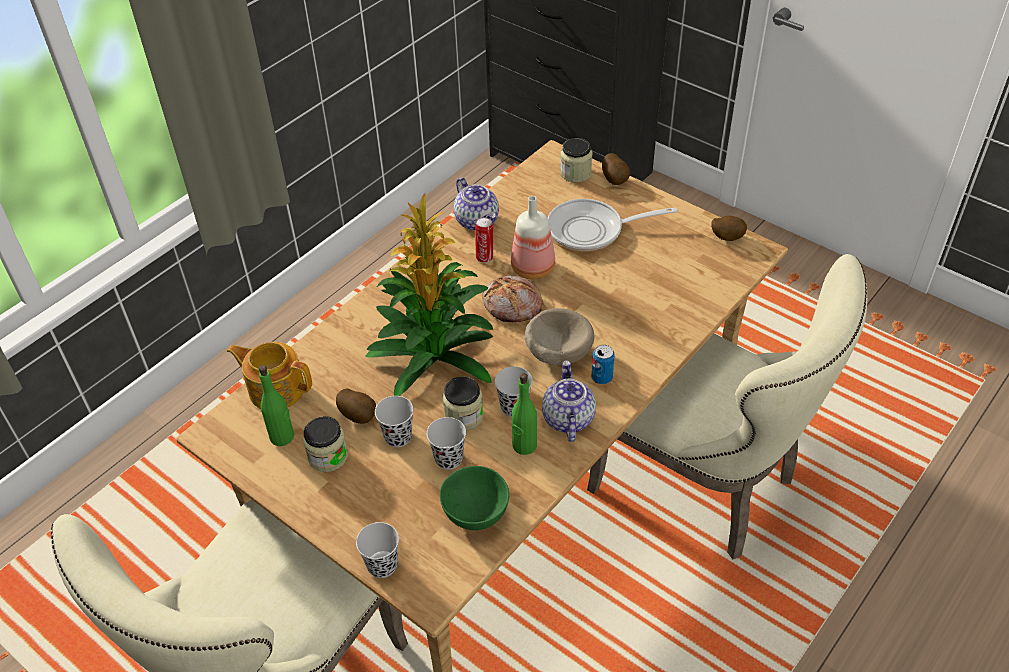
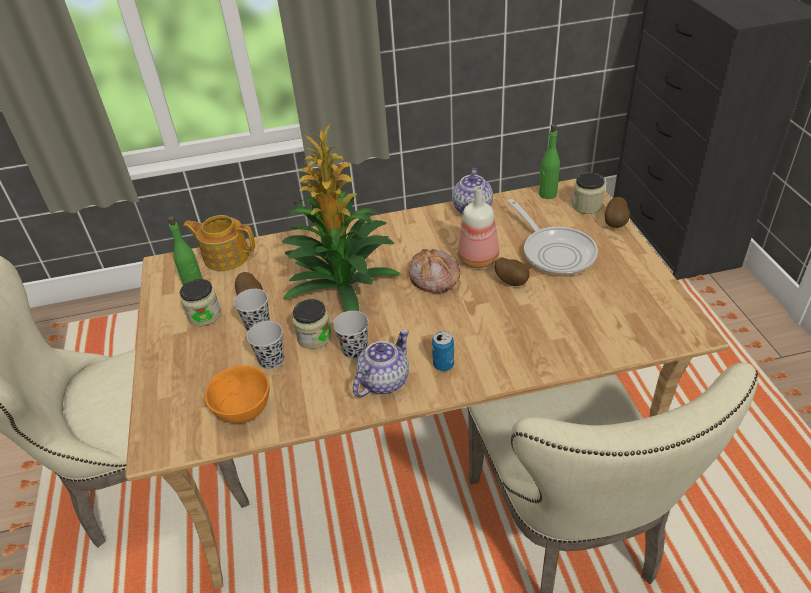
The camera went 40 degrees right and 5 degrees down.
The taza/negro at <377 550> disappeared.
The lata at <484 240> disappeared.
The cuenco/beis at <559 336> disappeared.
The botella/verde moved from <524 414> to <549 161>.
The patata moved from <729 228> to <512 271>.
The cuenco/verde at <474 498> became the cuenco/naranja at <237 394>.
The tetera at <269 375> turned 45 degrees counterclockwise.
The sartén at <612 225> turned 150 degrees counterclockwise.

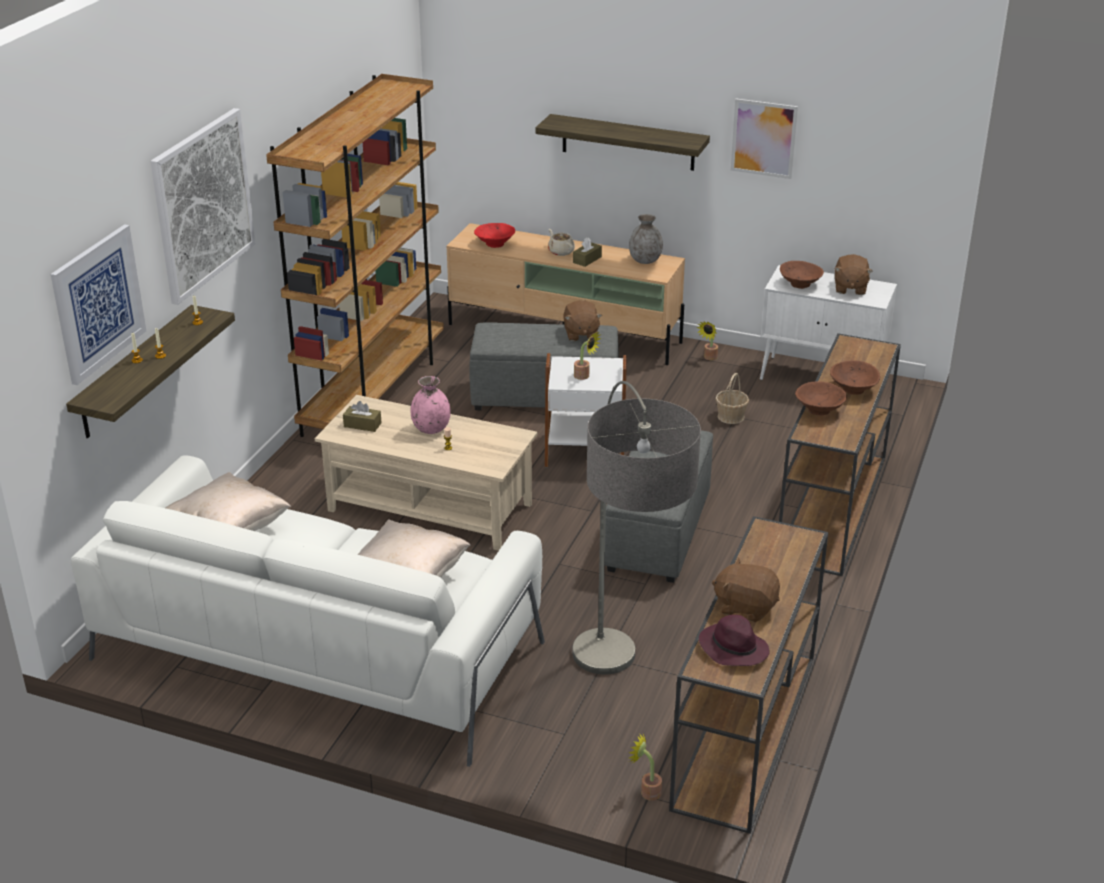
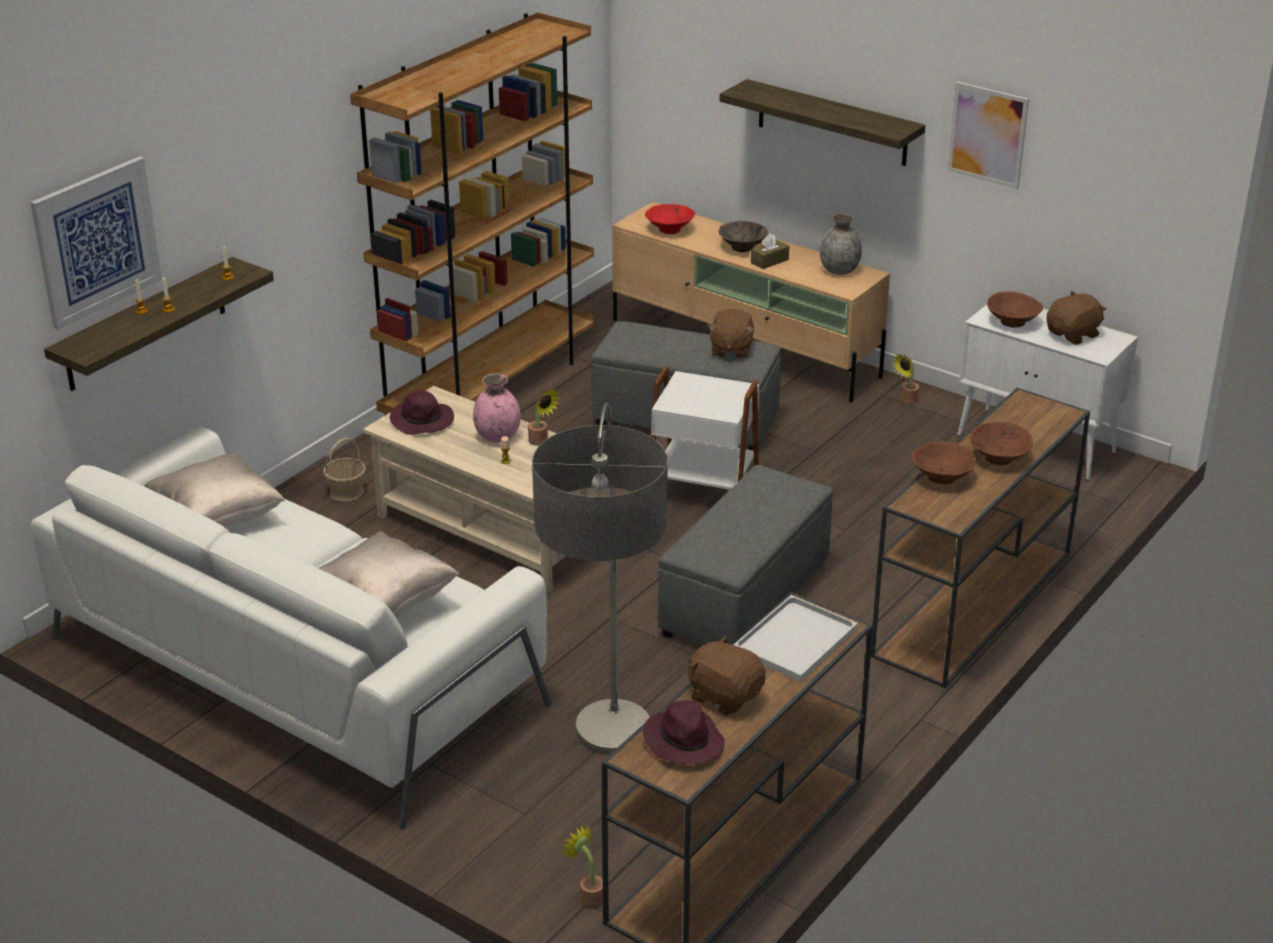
The camera went 15 degrees right and 0 degrees up.
The cuadro at <202 206> disappeared.
The bandeja/blanco at <796 638> appeared.
The planta en maceta moved from <588 356> to <544 417>.
The cesta moved from <732 398> to <344 470>.
The caja de pañuelos/marrón at <362 416> was replaced by the sombrero/morado at <422 412>.
The tetera/beis at <561 242> was replaced by the cuenco/marrón at <743 236>.
The peluche/marrón at <853 274> turned 150 degrees counterclockwise.

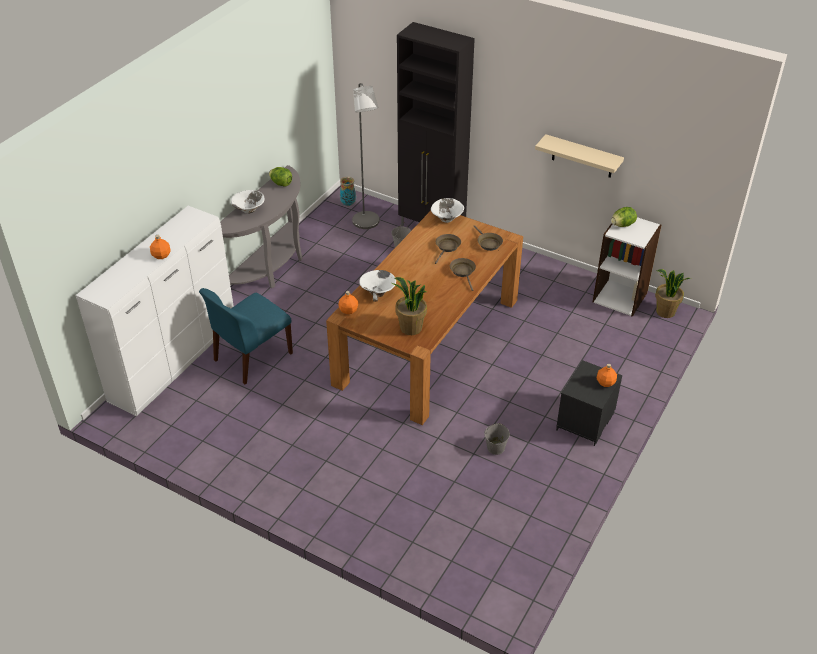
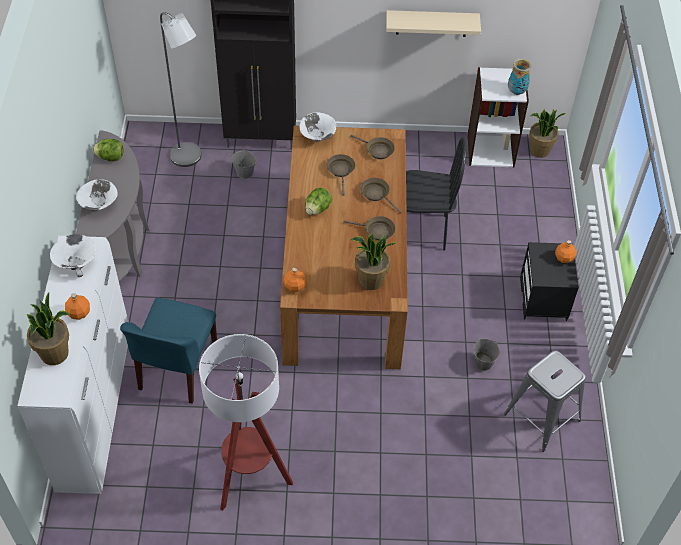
The camera went 30 degrees left and 10 degrees up.
The planta en maceta at <48 329> appeared.
The lámpara de pie at <246 422> appeared.
The sartén/marrón at <369 228> appeared.
The silla/negro at <436 194> appeared.
The taburete/gris at <545 401> appeared.
The florero moved from <348 191> to <519 76>.
The cuenco/blanco moved from <377 286> to <73 255>.
The lechuga moved from <624 217> to <318 201>.

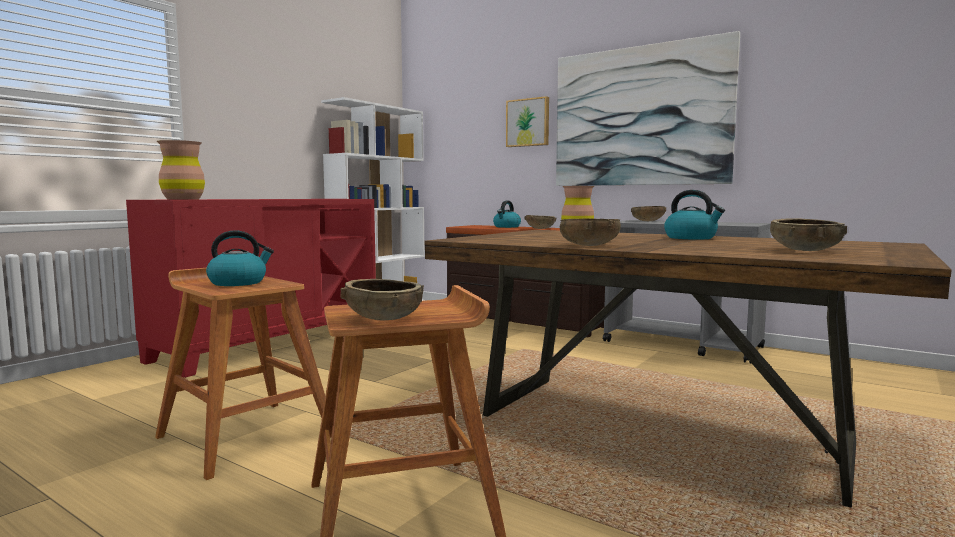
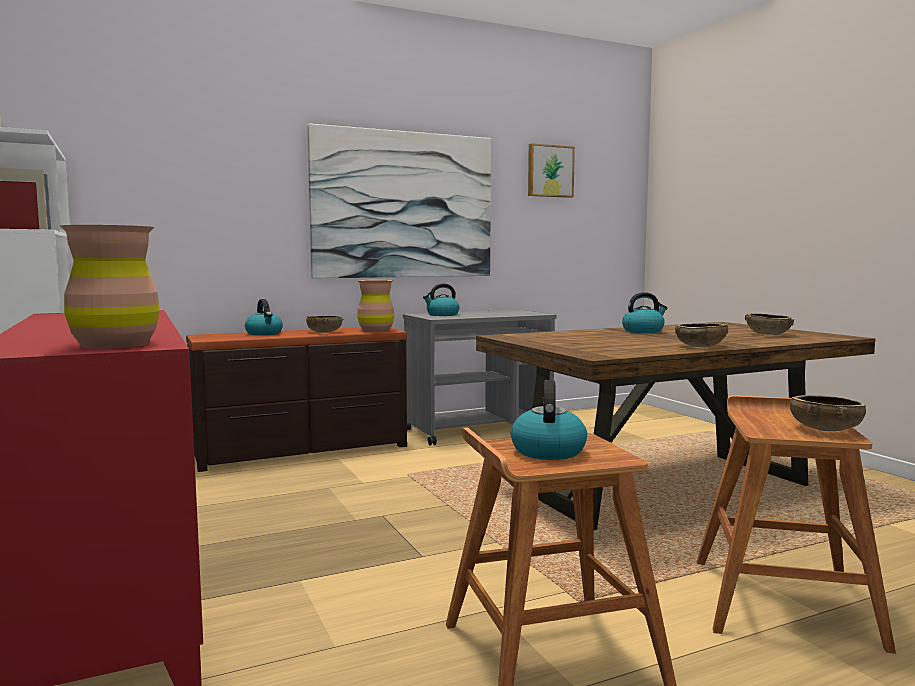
The camera went 60 degrees left and 0 degrees up.
The cuadro moved from <527 121> to <551 170>.
The cuenco/marrón at <648 213> was replaced by the hervidor at <441 299>.

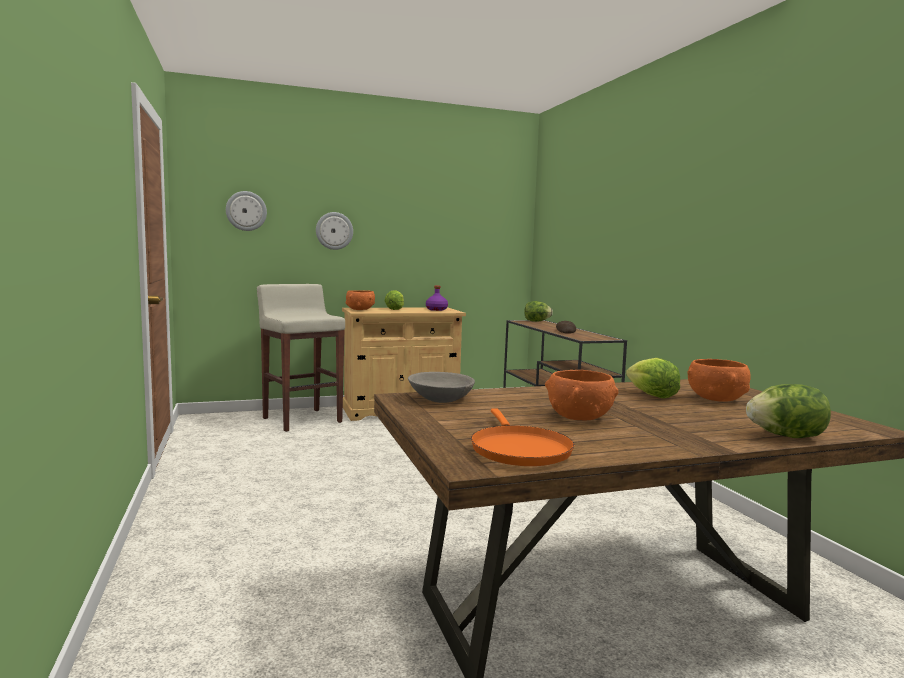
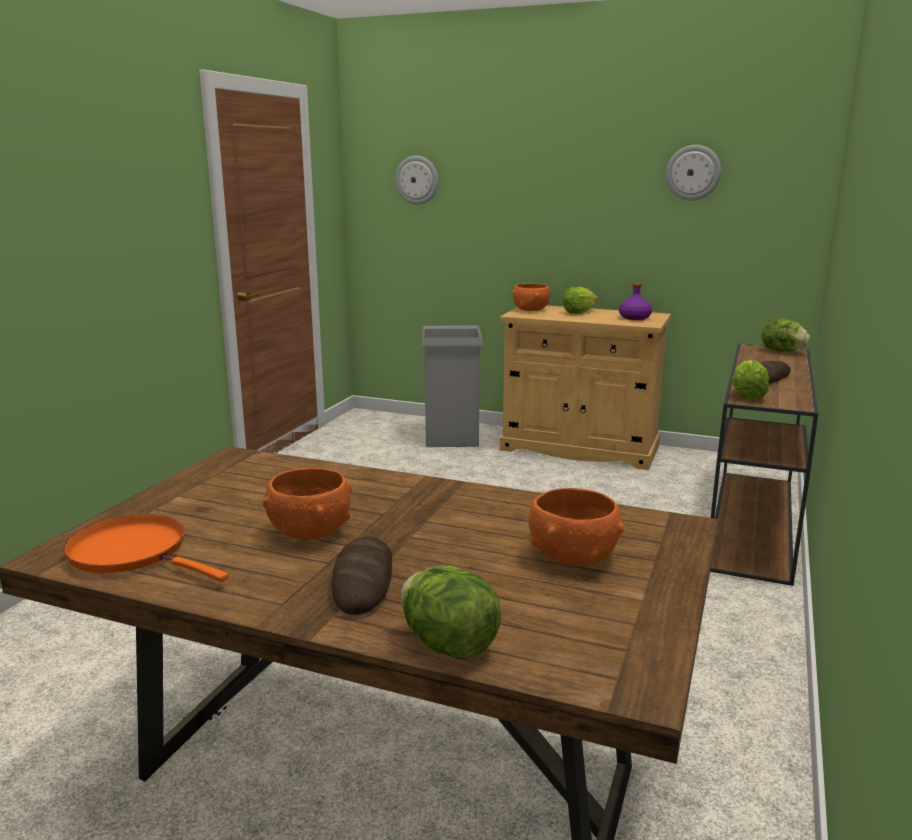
The camera went 40 degrees right and 10 degrees up.
The cuenco/gris at <441 387> disappeared.
The pan at <361 575> appeared.
The reloj de pared moved from <334 231> to <693 173>.
The lechuga moved from <653 378> to <750 380>.
The taburete/beis at <301 358> was replaced by the papelera/gris at <452 386>.
The sartén/naranja at <522 437> turned 90 degrees clockwise.

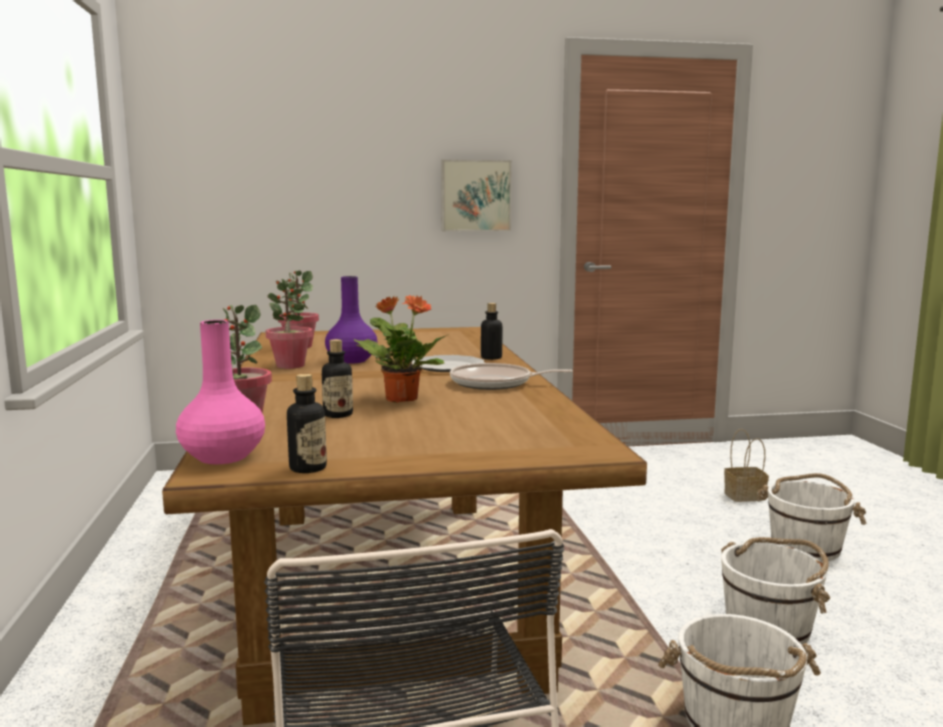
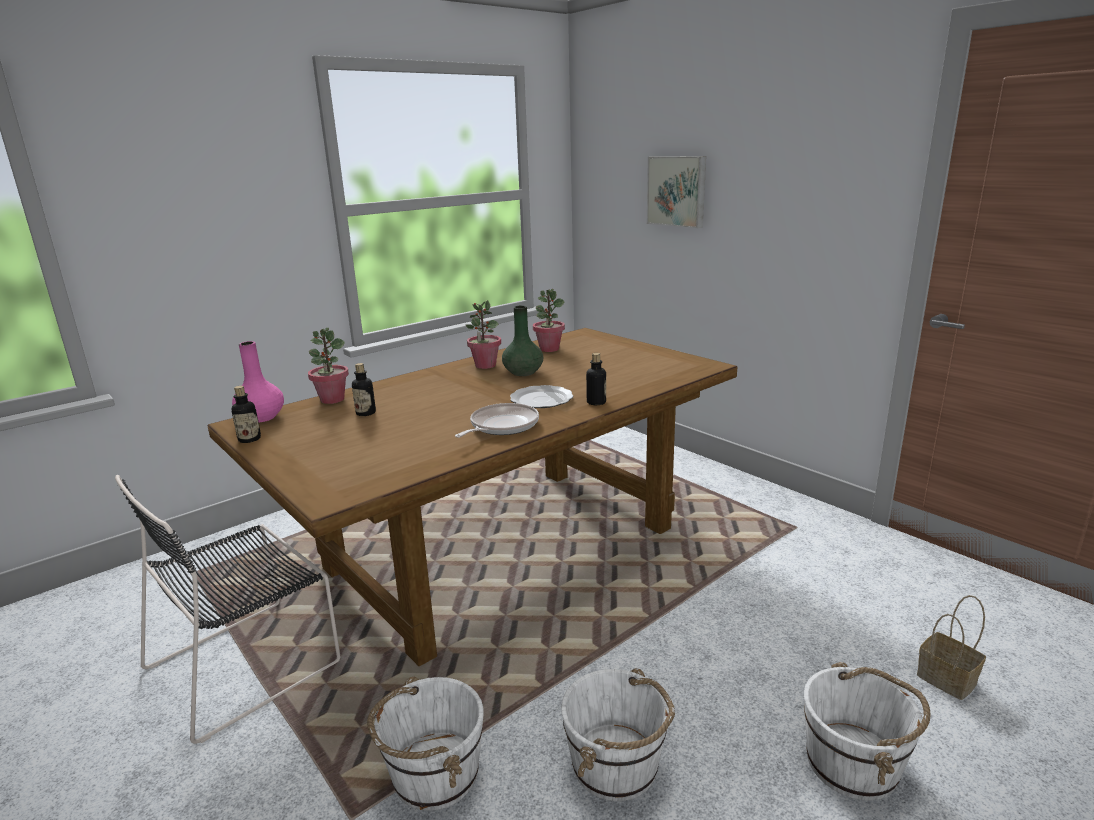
The camera went 60 degrees right and 10 degrees up.
The planta en maceta at <401 349> disappeared.
The cuadro moved from <476 195> to <676 192>.
The florero/morado at <351 320> became the florero/verde at <522 341>.
The sartén at <511 376> turned 60 degrees clockwise.

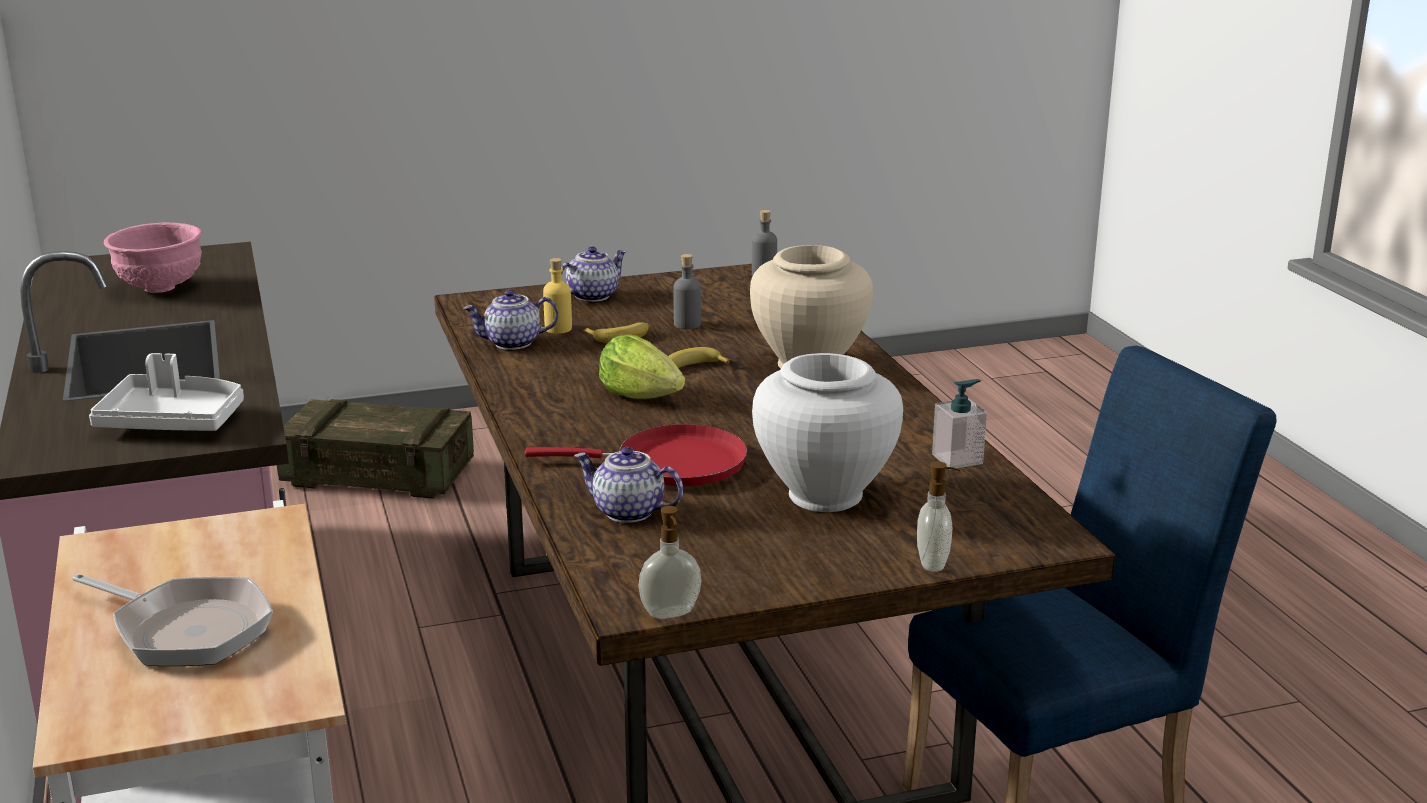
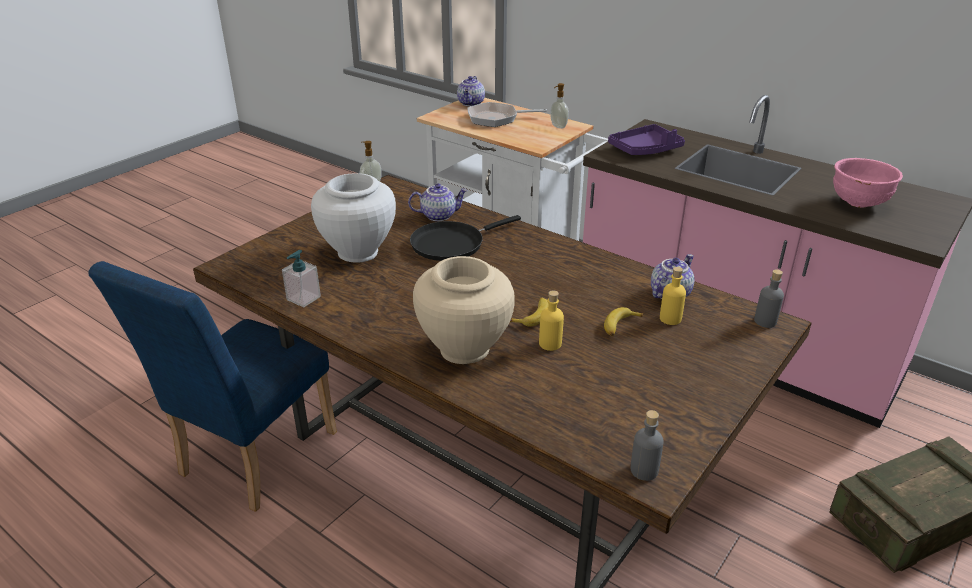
The camera went 145 degrees right and 10 degrees up.
The lechuga at <642 366> disappeared.
The botella/amarillo at <551 320> appeared.
The tetera moved from <594 274> to <471 91>.
The botella/gris moved from <687 291> to <769 298>.
The dispensador de jabón moved from <938 516> to <559 106>.
The bandeja/blanco at <166 392> became the bandeja/morado at <646 139>.
The sartén/rojo at <636 455> became the sartén/negro at <465 238>.

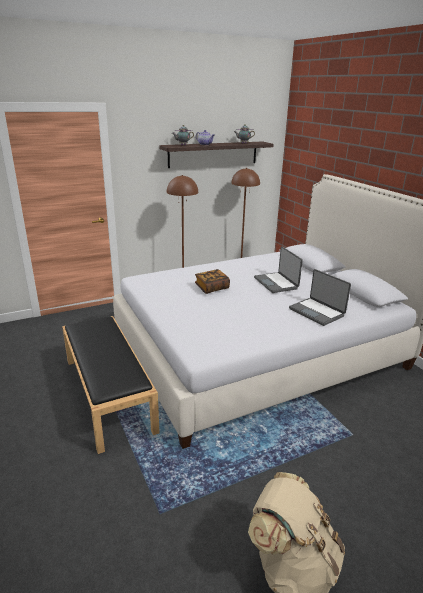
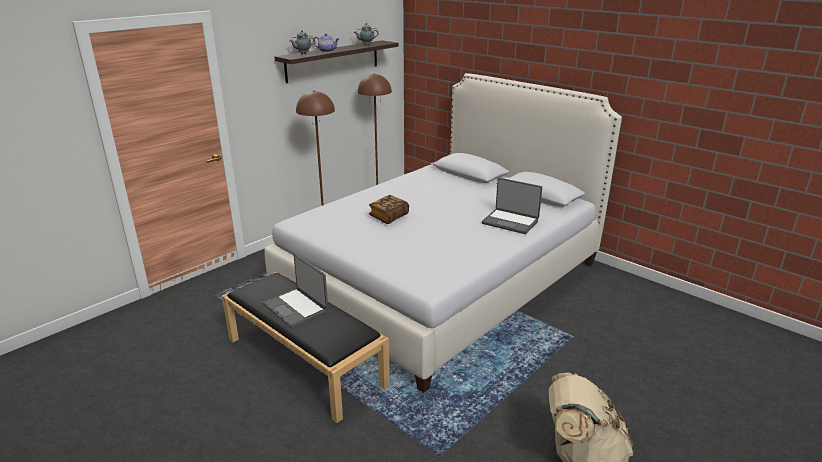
The camera went 20 degrees left and 0 degrees up.
The portátil moved from <278 269> to <295 291>.

